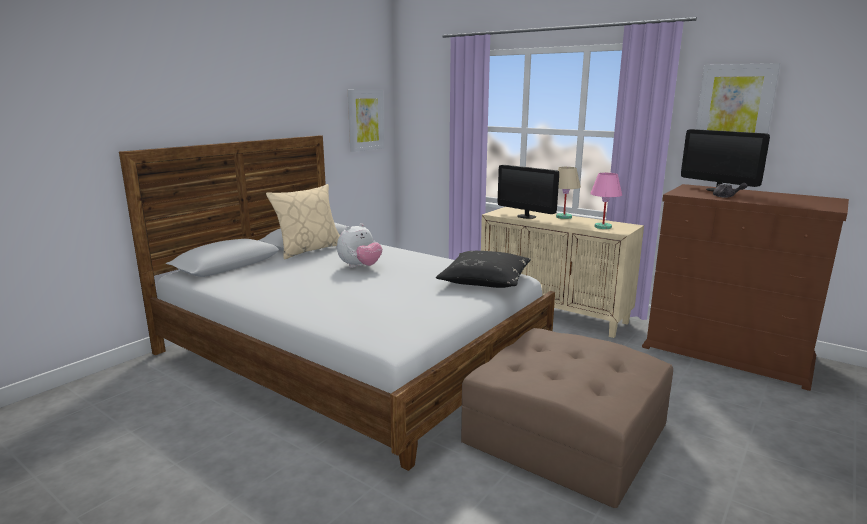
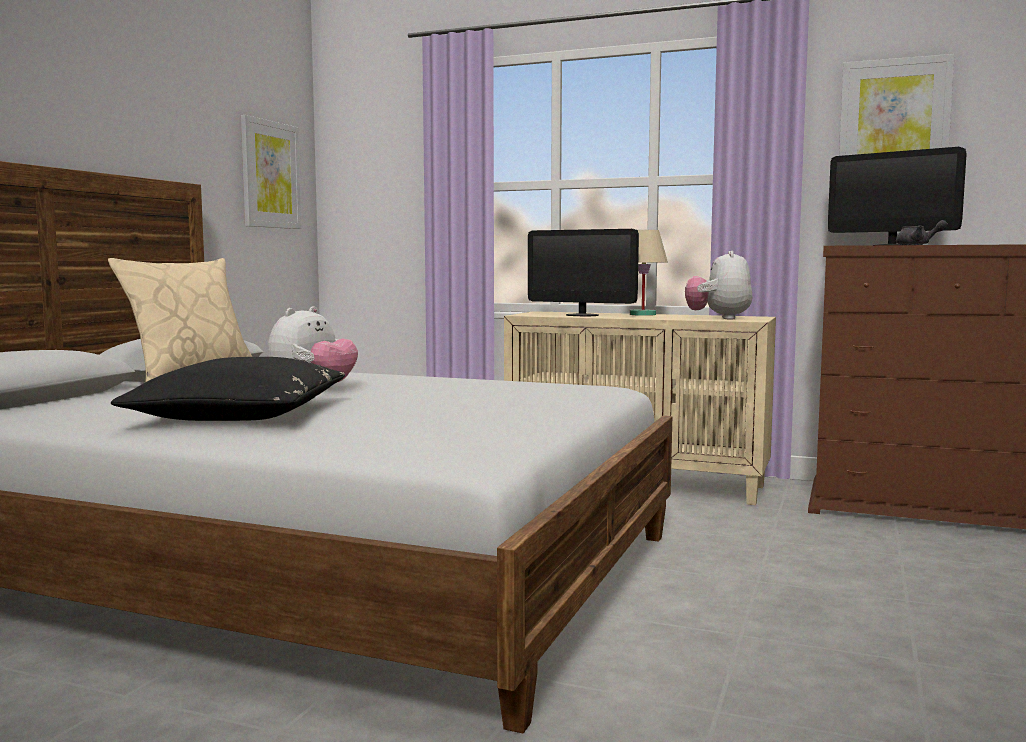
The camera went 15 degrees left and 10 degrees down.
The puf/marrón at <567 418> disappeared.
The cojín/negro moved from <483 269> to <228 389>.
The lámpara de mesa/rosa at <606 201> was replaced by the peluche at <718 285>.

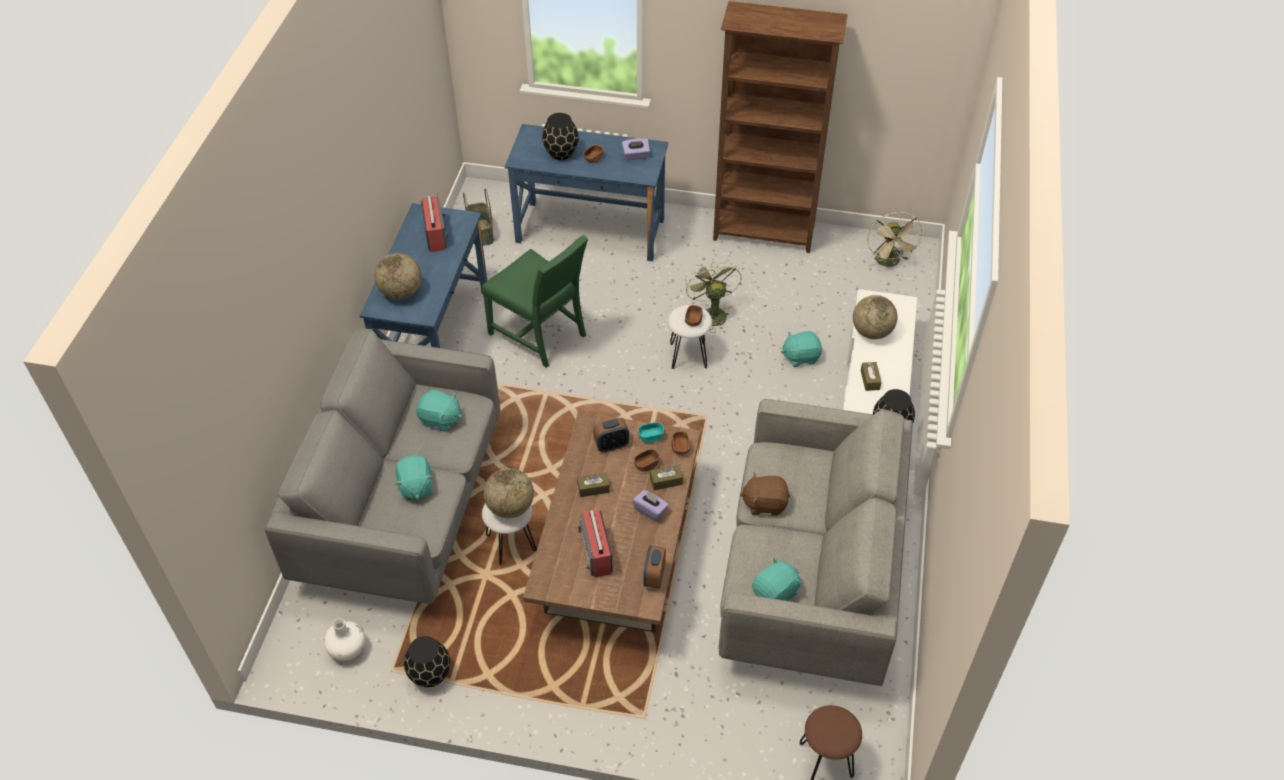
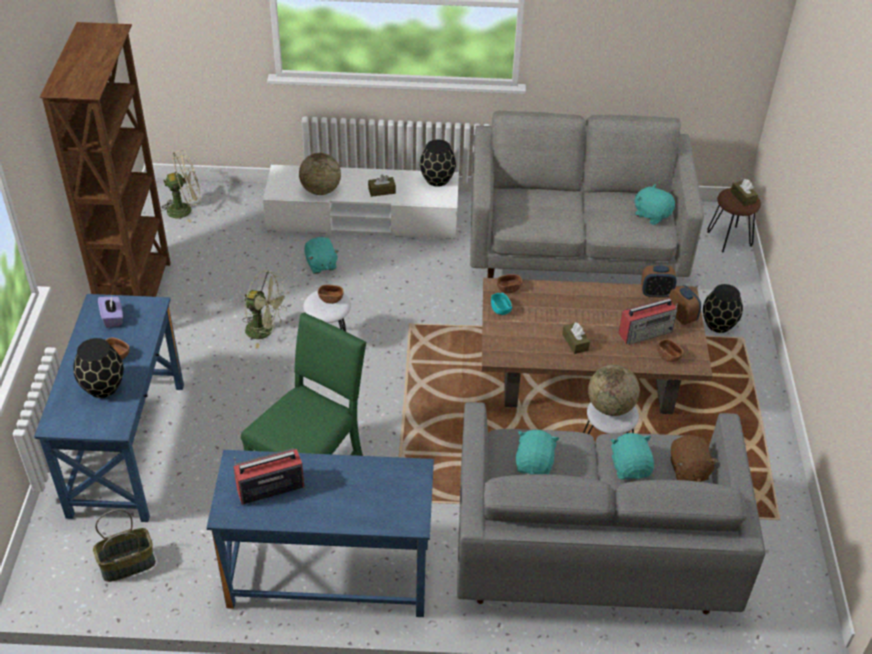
The camera went 100 degrees left and 5 degrees down.
The florero/blanco at <344 639> disappeared.
The globo terráqueo at <398 276> disappeared.
The caja de pañuelos/morado at <651 505> disappeared.
The florero/negro moved from <427 661> to <723 308>.
The despertador moved from <611 435> to <685 305>.
The cuenco/marrón moved from <647 460> to <670 350>.
The caja de pañuelos/marrón moved from <666 477> to <744 192>.
The peluche/marrón moved from <765 494> to <694 458>.
The peluche/turquesa at <414 477> turned 75 degrees counterclockwise.
The ventilador/verde at <713 296> turned 135 degrees counterclockwise.

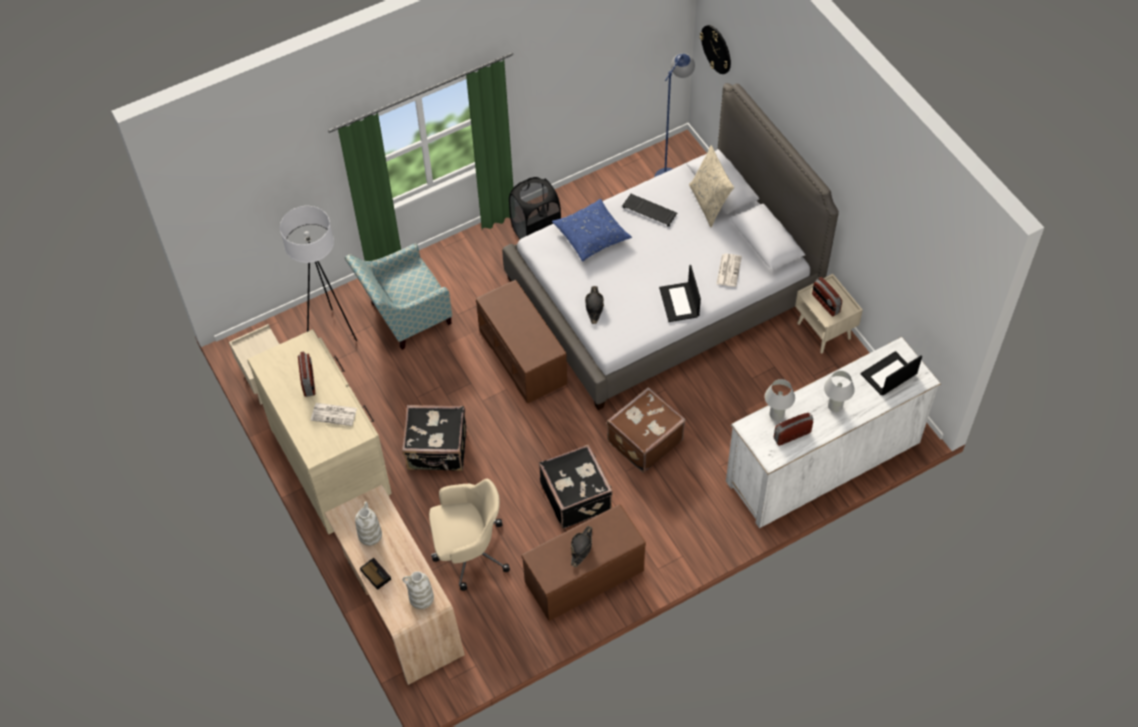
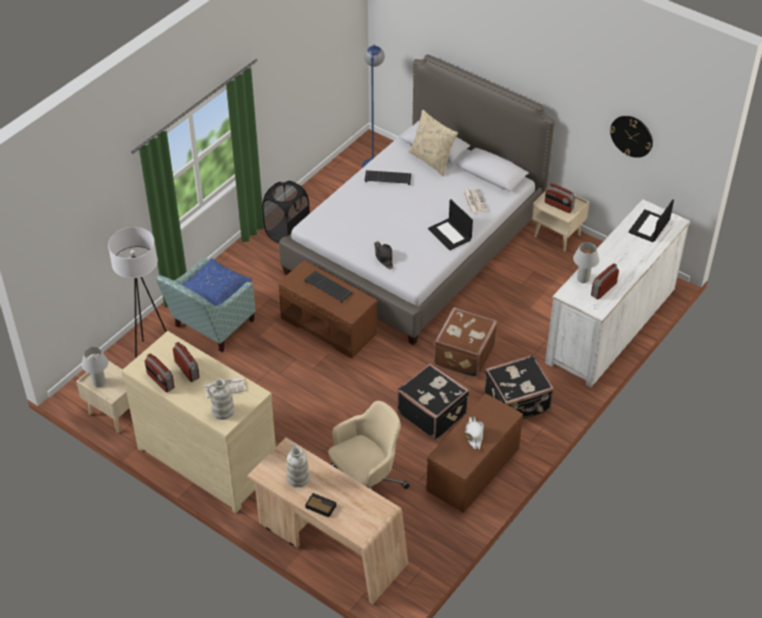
The camera went 25 degrees left and 10 degrees down.
The radio at <160 373> appeared.
The teclado at <328 287> appeared.
The maleta/negro moved from <434 438> to <519 386>.
The florero/blanco moved from <418 590> to <220 399>.
The cojín/azul moved from <592 230> to <217 282>.
The reloj de pared moved from <715 49> to <631 137>.
The lámpara de mesa/blanco moved from <839 391> to <95 367>.
The sombrero/negro at <581 546> became the sombrero/blanco at <474 433>.

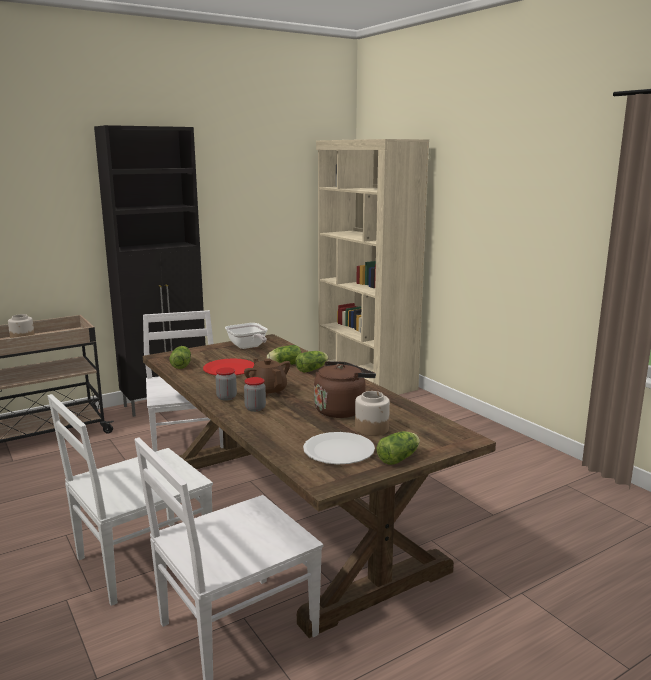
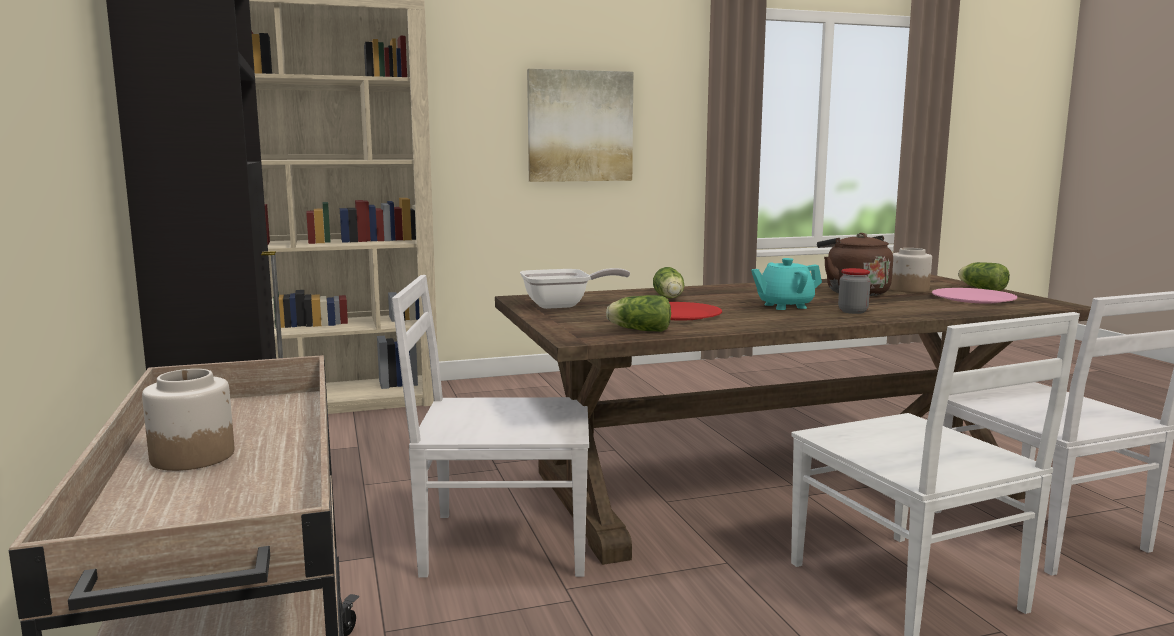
The camera went 75 degrees left and 5 degrees down.
The tarro at <226 384> disappeared.
The lechuga at <312 362> disappeared.
The cuadro at <580 125> appeared.
The tetera/marrón at <267 378> became the tetera/turquesa at <786 284>.
The plato/blanco at <339 448> became the plato/rosa at <974 296>.

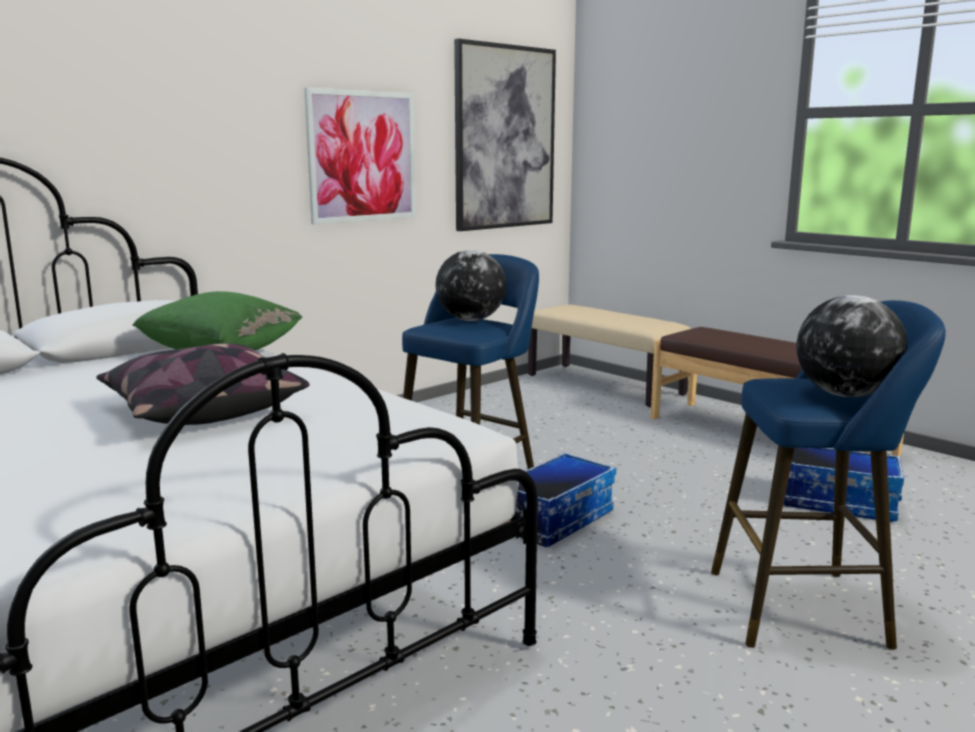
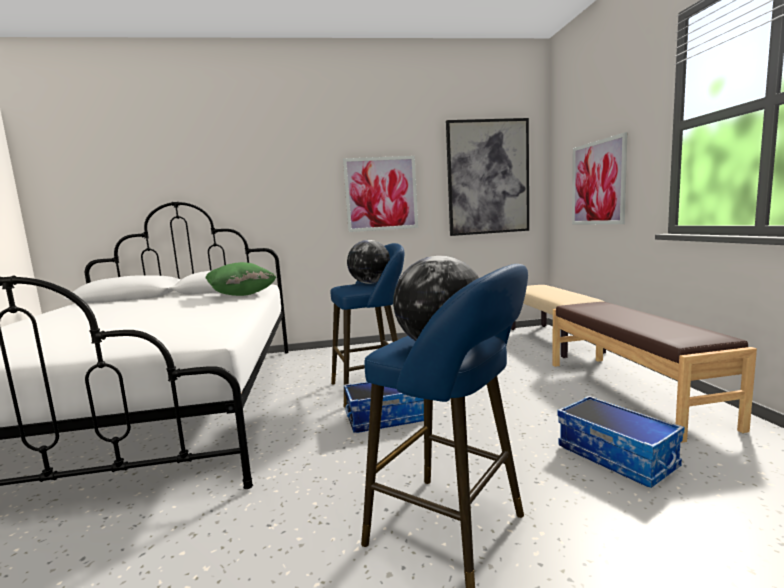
The camera went 35 degrees right and 5 degrees down.
The cojín at <203 384> disappeared.
The cuadro at <600 178> appeared.

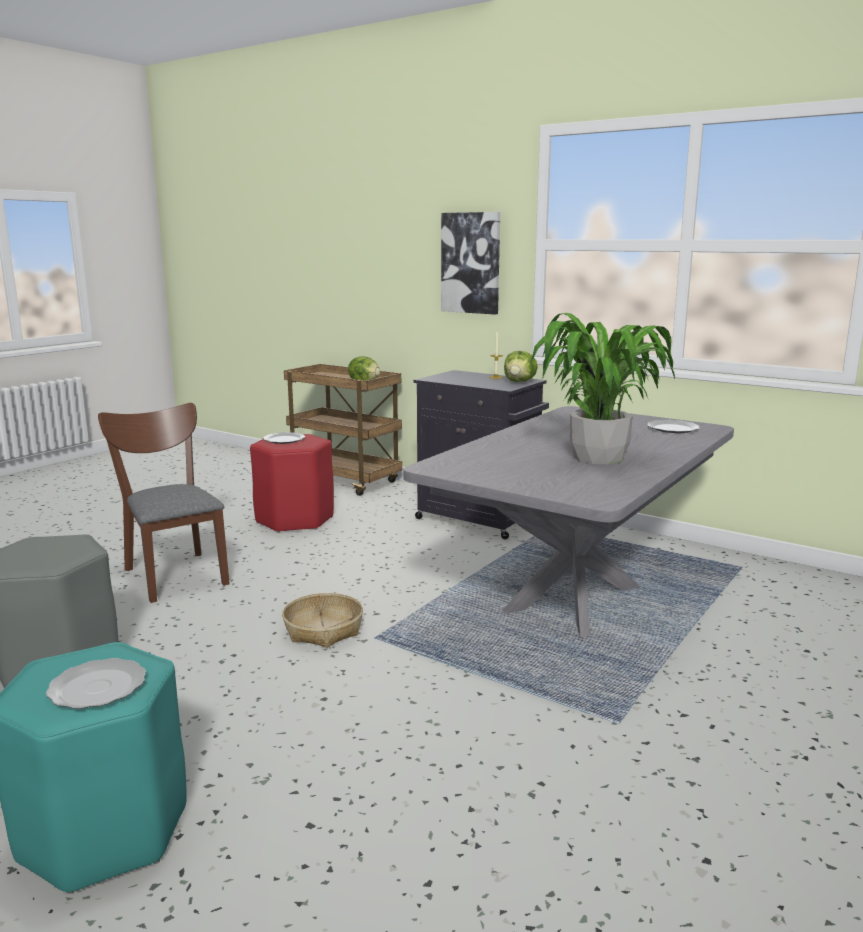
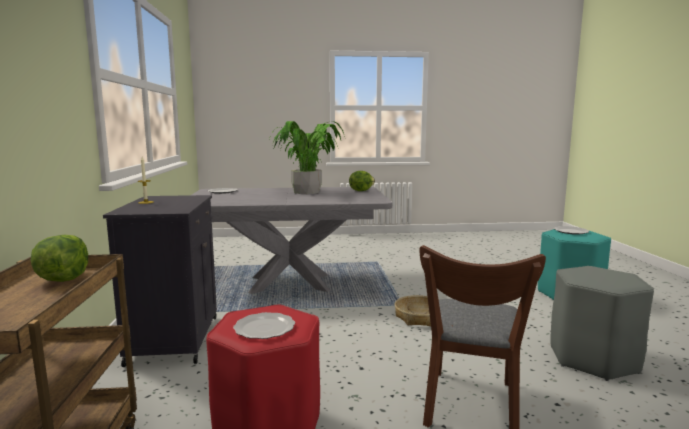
The camera went 130 degrees left and 5 degrees down.
The cuadro at <470 263> disappeared.
The lechuga moved from <521 366> to <362 181>.

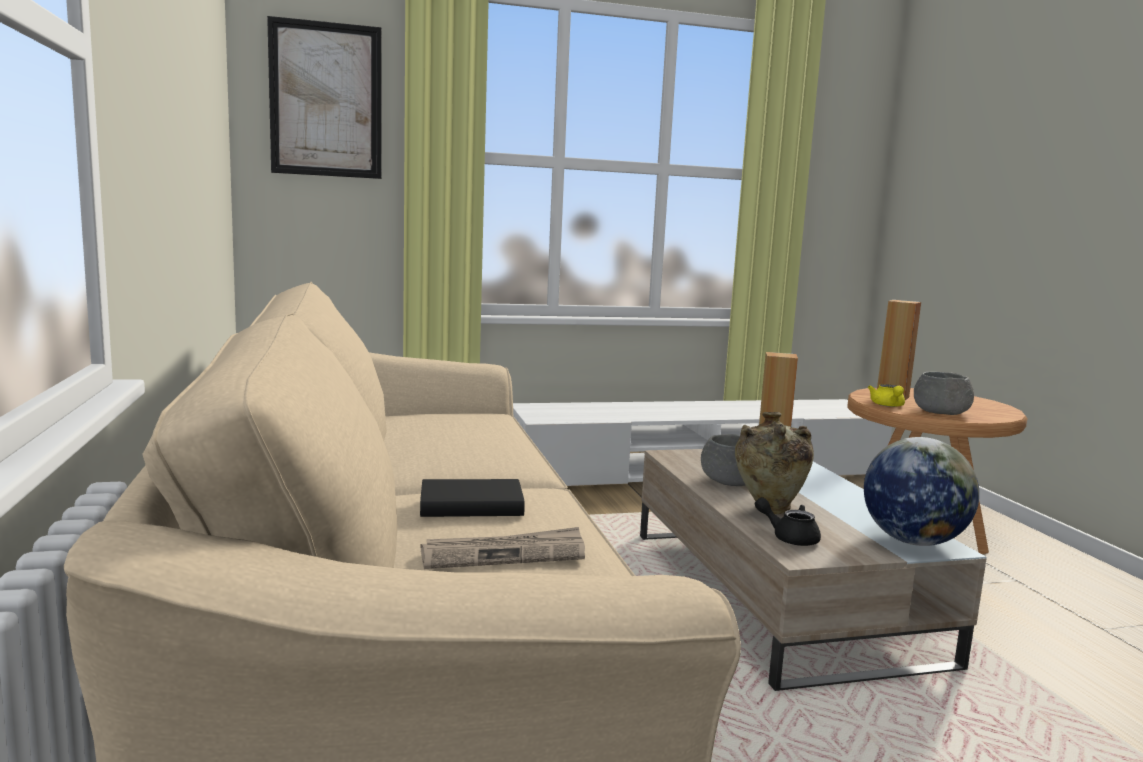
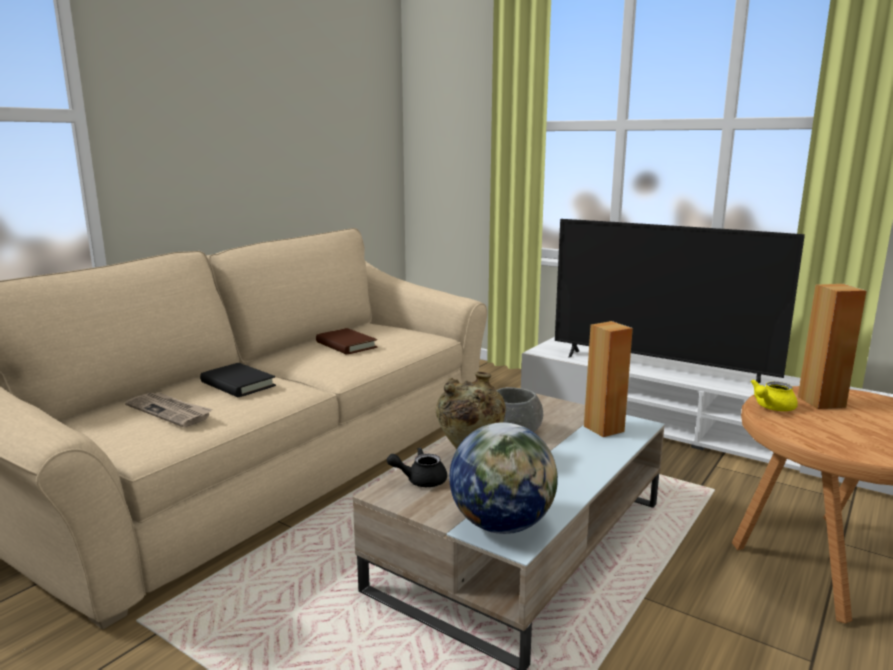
The camera went 50 degrees right and 5 degrees up.
The cuadro at <324 97> disappeared.
The cuenco/gris at <944 393> disappeared.
The libro/marrón at <346 341> appeared.
The televisor at <680 301> appeared.
The tetera/negro at <788 521> turned 90 degrees counterclockwise.

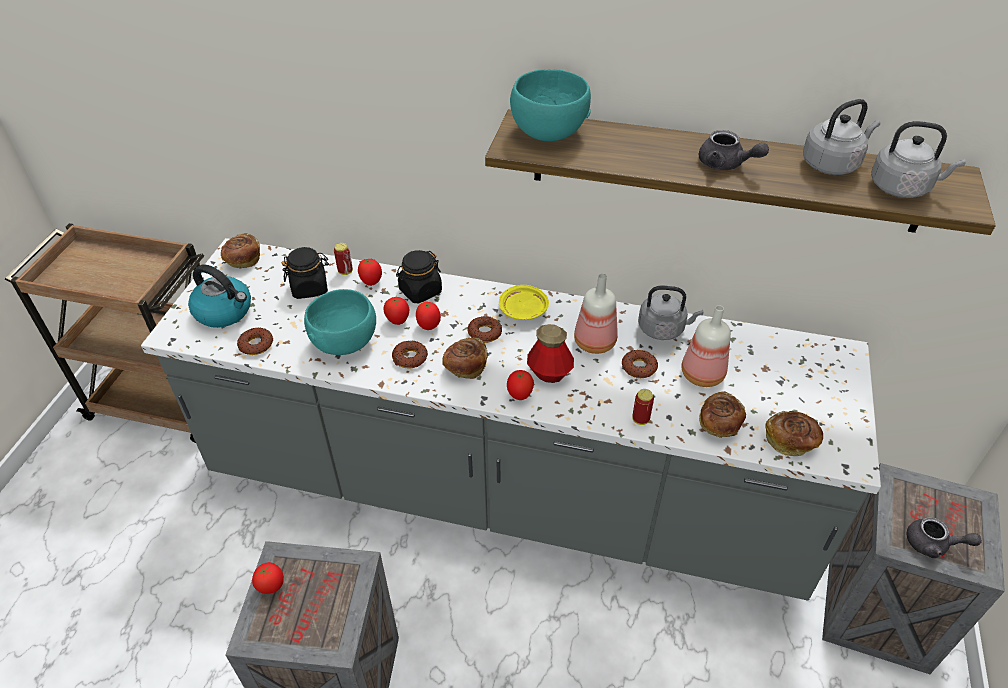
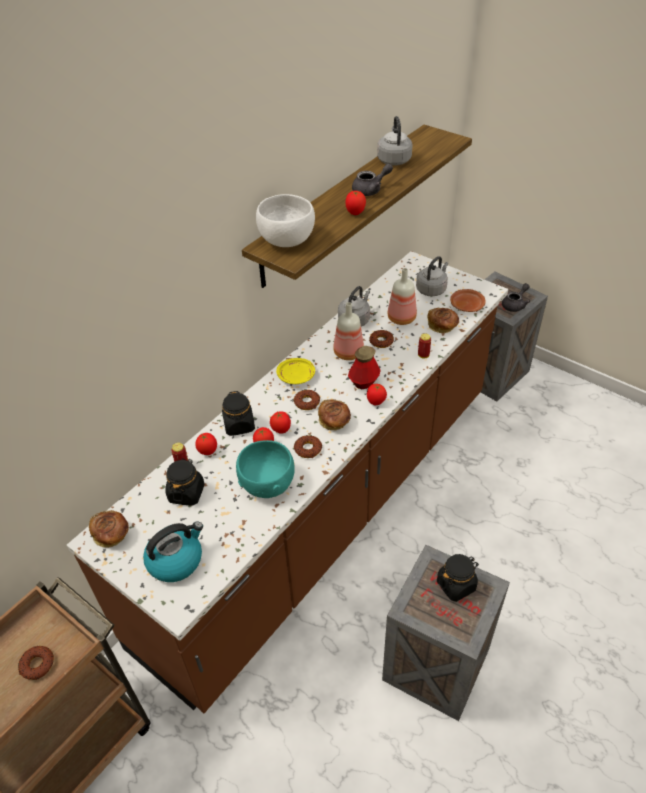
The camera went 65 degrees left and 0 degrees up.
The tarro/negro at <458 578> appeared.
The rosquilla moved from <255 341> to <36 663>.
The tomate moved from <268 578> to <356 203>.
The hervidor/gris moved from <918 159> to <432 276>.
The pan at <794 433> was replaced by the plato/marrón at <467 300>.
The mueble bajo de cocina/gris at <511 419> became the mueble bajo de cocina/marrón at <287 482>.
The cuenco/turquesa at <550 105> became the cuenco/blanco at <285 220>.

